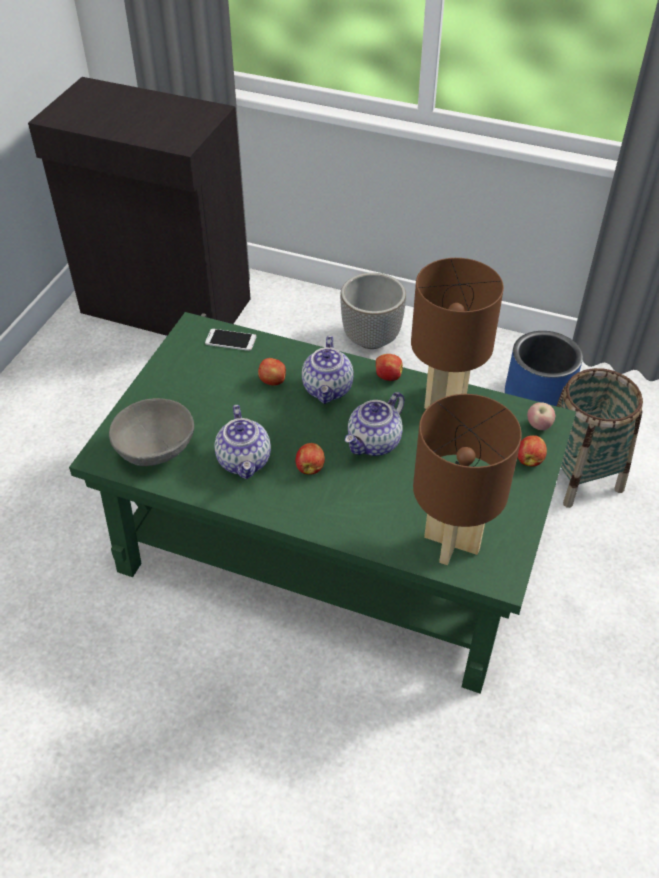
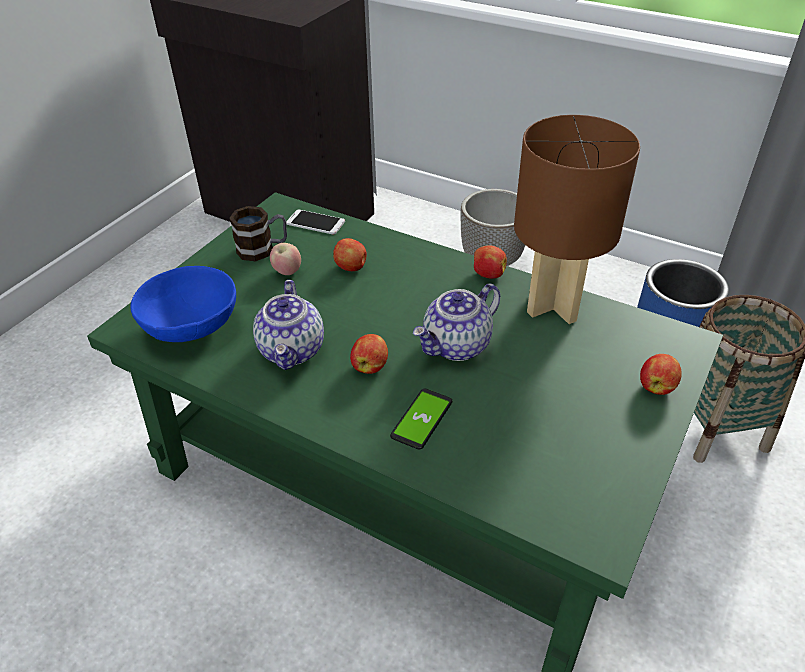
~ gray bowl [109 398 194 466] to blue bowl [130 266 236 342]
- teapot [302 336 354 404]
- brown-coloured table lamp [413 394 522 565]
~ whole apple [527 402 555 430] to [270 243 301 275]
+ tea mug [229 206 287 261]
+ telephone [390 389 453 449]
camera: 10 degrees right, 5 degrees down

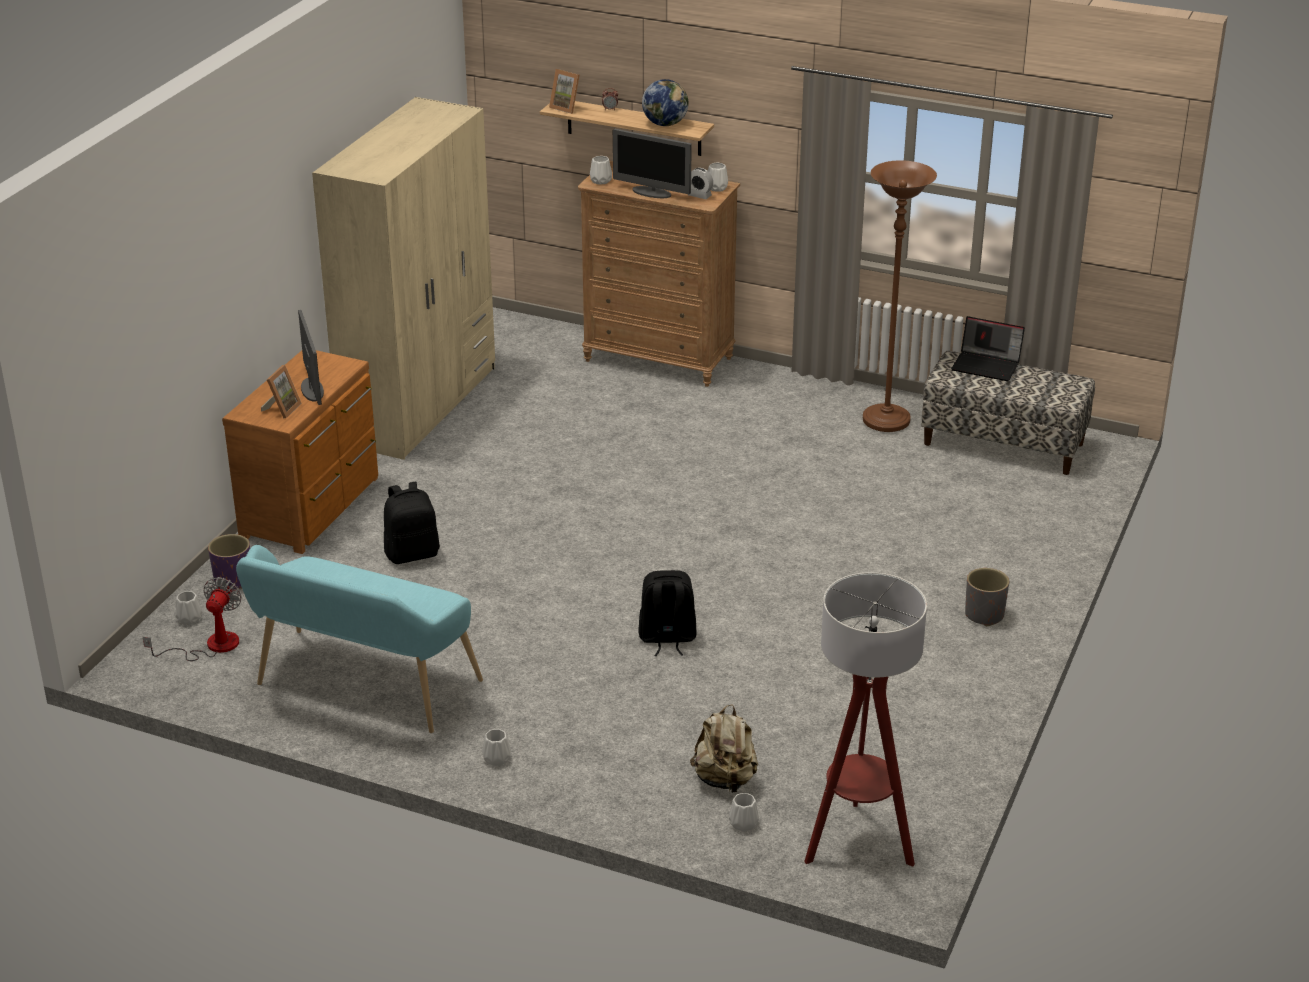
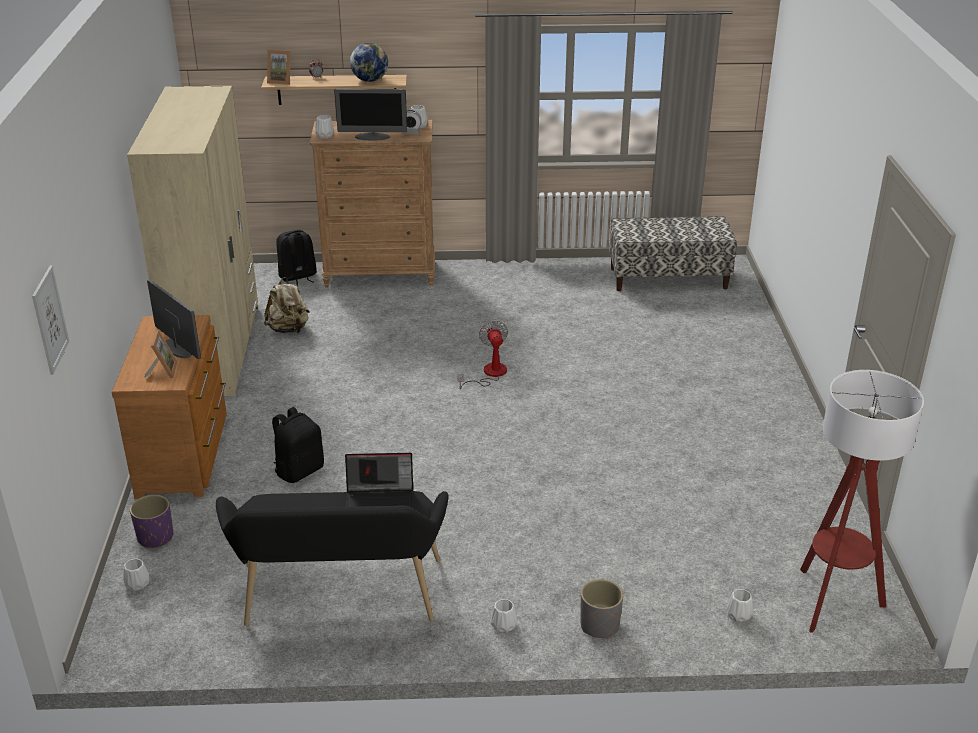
~ fan [143 577 242 661] to [458 320 508 390]
~ blue-green bench [236 545 483 733] to black bench [216 491 449 626]
~ black backpack [638 570 696 656] to [276 230 317 286]
~ beige backpack [690 705 758 793] to [264 277 310 333]
- brown-coloured floor lamp [863 160 937 432]
~ portable computer [951 316 1025 381] to [345 453 413 508]
~ gray planter [965 568 1009 626] to [581 579 623 638]
+ wall art [32 266 70 374]
camera: 25 degrees left, 0 degrees up

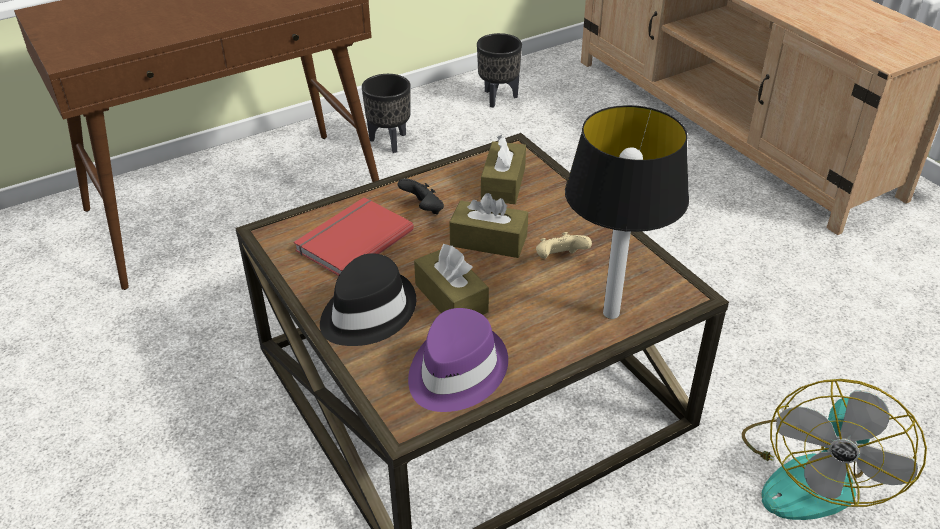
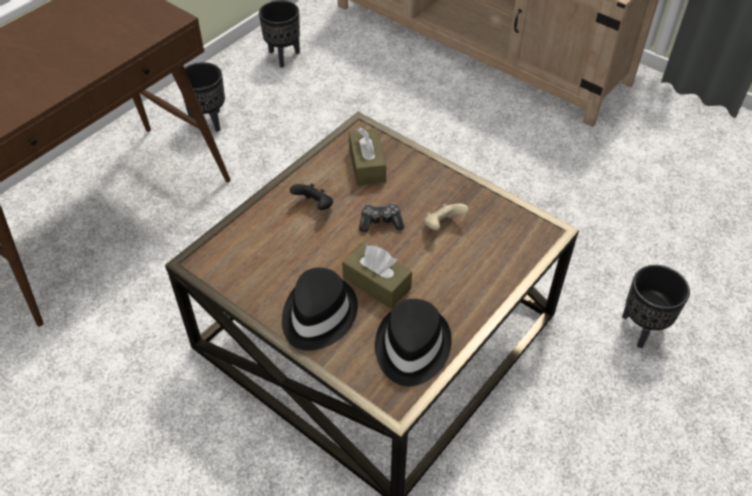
- red-coloured volume [294 197 414 276]
~ purple-coloured wearable hat [408 308 508 412] to black wearable hat [375 299 452 386]
~ brown-coloured box of tissues [449 193 528 258] to game controller [359 203 404 232]
- table lamp [565 105 689 319]
~ fan [742 379 927 520] to black planter [622 265 690 348]
camera: 20 degrees left, 10 degrees up

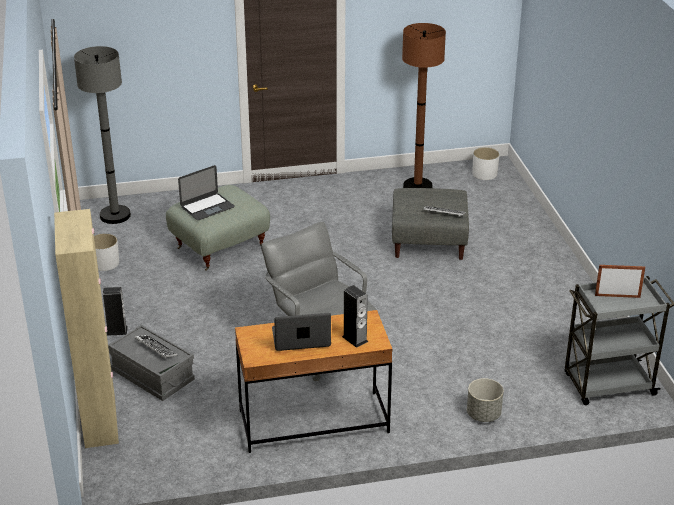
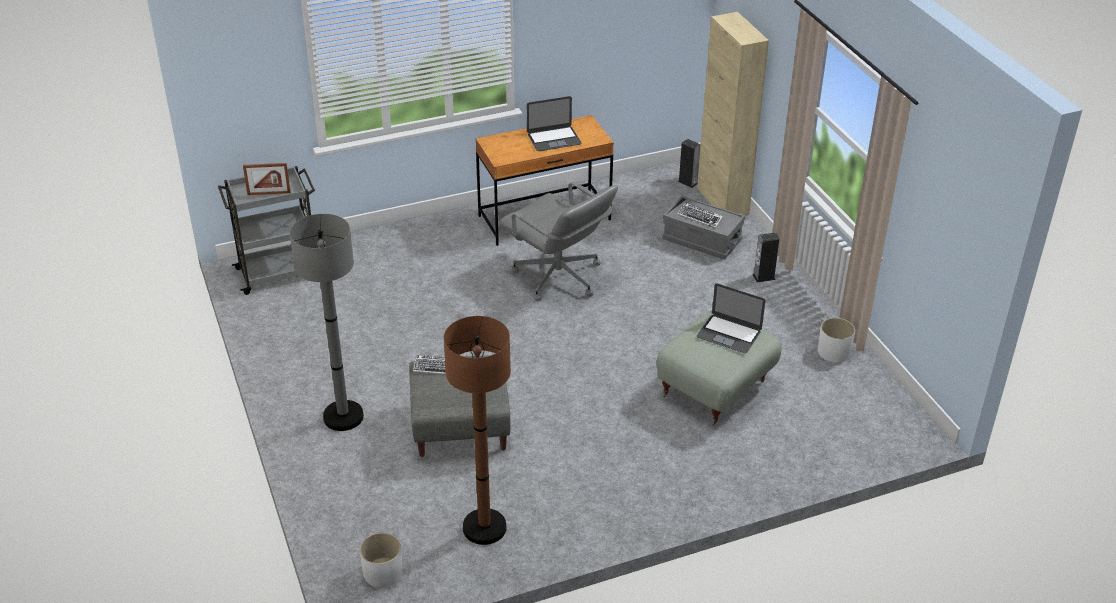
~ gray floor lamp [74 46 131 224] to [290 214 364 431]
~ portable computer [178 165 235 220] = [697 283 765 353] 105 degrees counterclockwise
~ audio speaker [342 285 368 348] to [678 139 701 188]
- gray planter [467 378 503 422]
camera: 170 degrees right, 5 degrees up

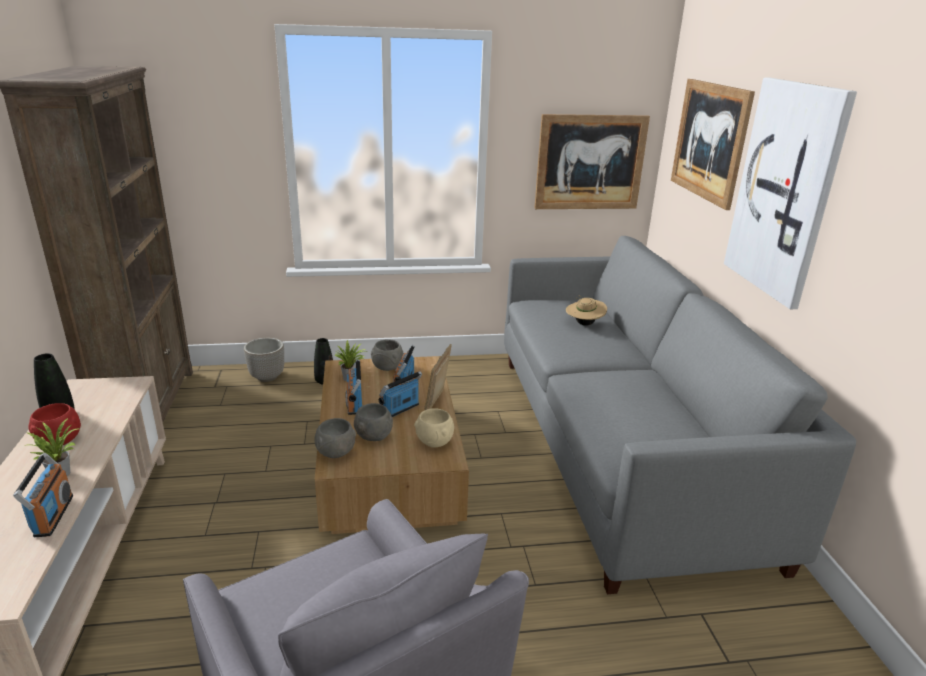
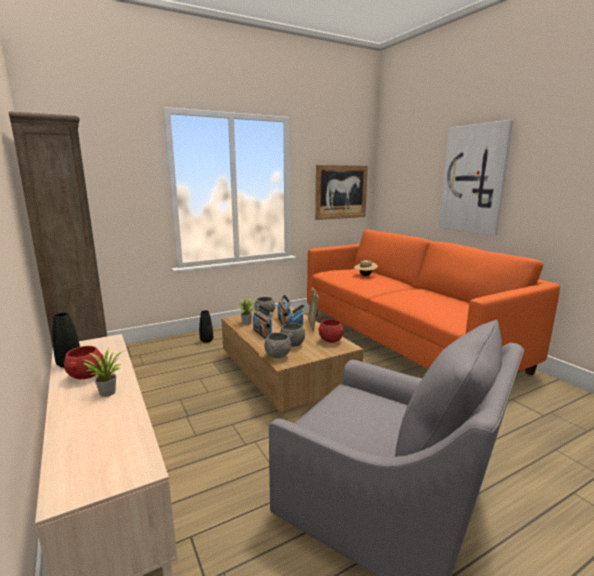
- radio receiver [13 453 73 537]
- planter [244 338 284 382]
~ beige bowl [414 408 454 448] to red-coloured bowl [318 319 343 343]
~ gray settee [504 236 856 594] to orangey settee [307 230 560 375]
- wall art [671 79 755 210]
camera: 20 degrees left, 10 degrees down

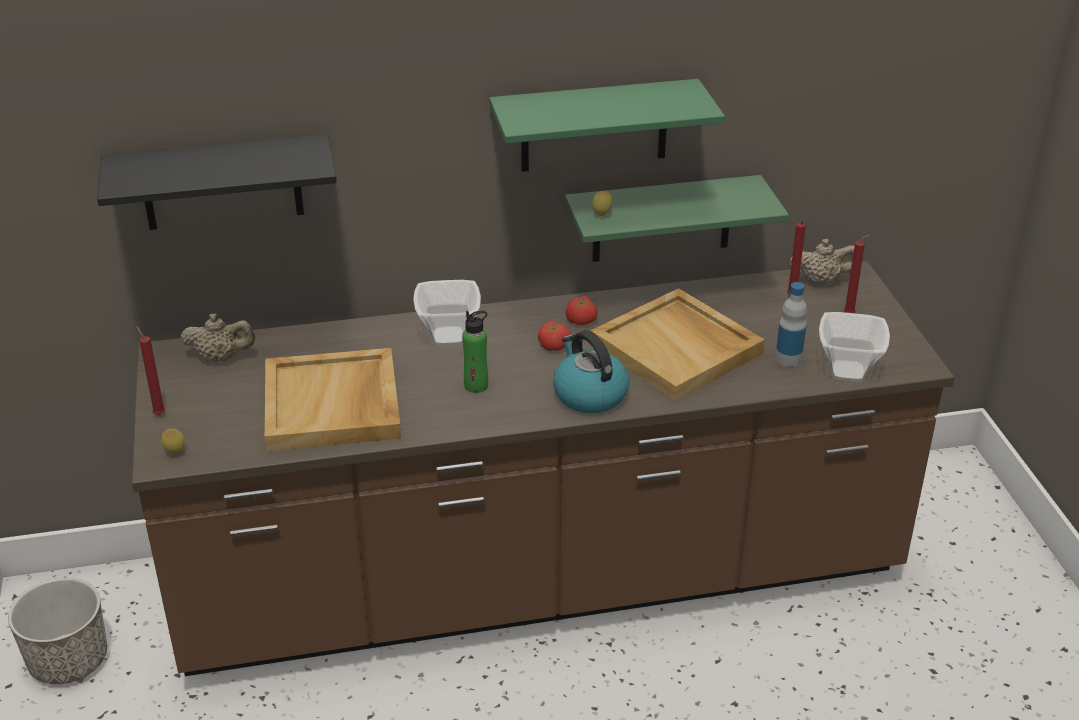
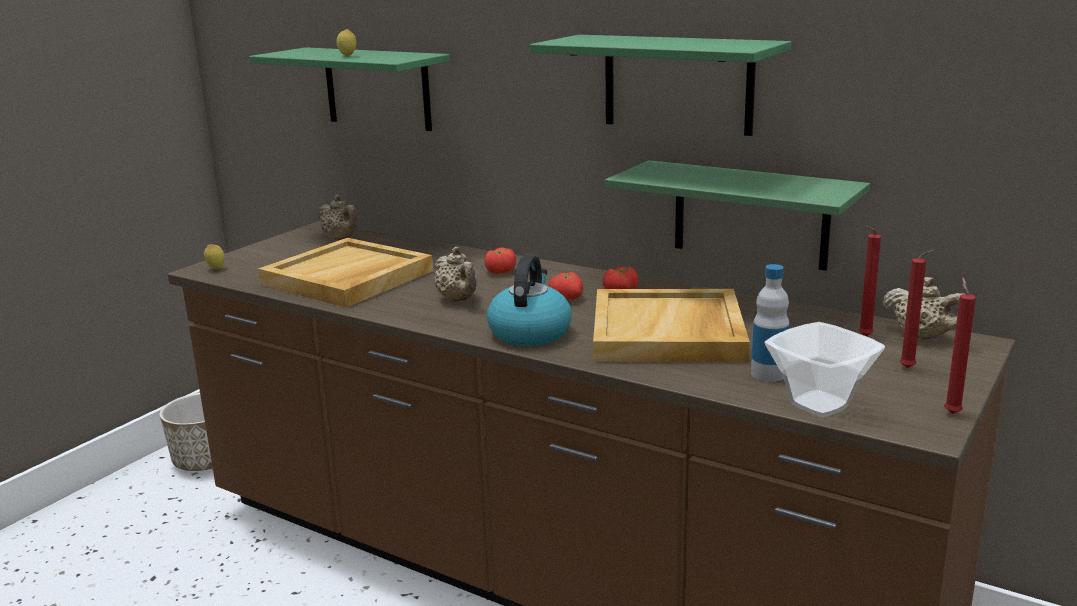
~ black bracket shelf [97 134 337 230] to green bracket shelf [249 47 450 131]
~ red-coloured wax light [136 326 165 415] to [944 278 976 414]
~ bowl [413 280 481 346] to whole tomato [484 248 516 274]
~ green bottle [462 311 488 393] to beige teapot [434 247 478 301]
~ lemon [592 191 613 216] to [337 29 356 56]
camera: 45 degrees right, 15 degrees down

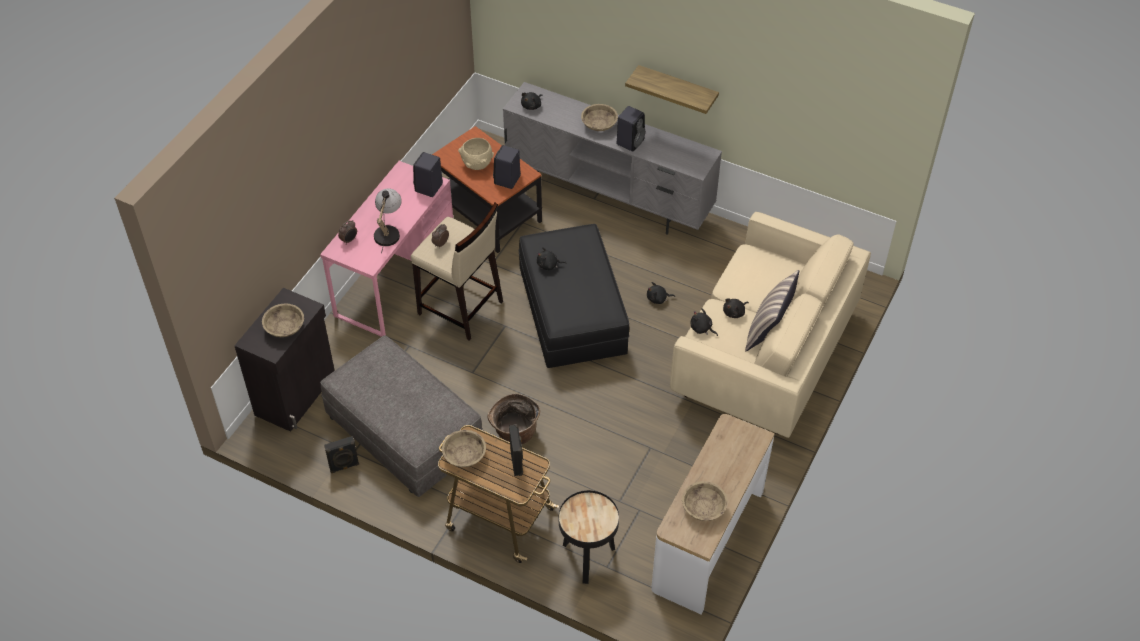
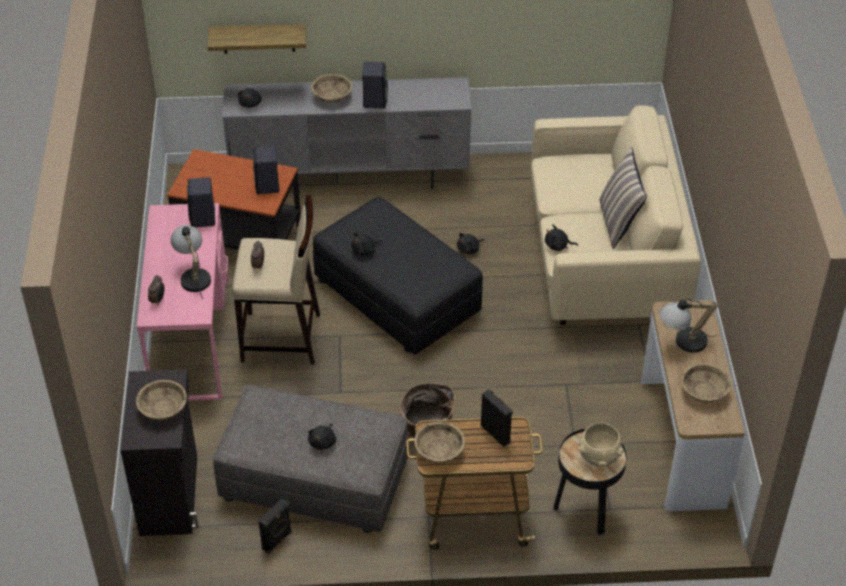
~ beige bowl [458 138 494 170] to [578 423 624 467]
~ bracket shelf [625 65 719 114] to [208 24 306 54]
~ black cuddly toy [723 298 749 318] to [308 424 336 450]
+ table lamp [659 299 718 353]
camera: 30 degrees left, 5 degrees down

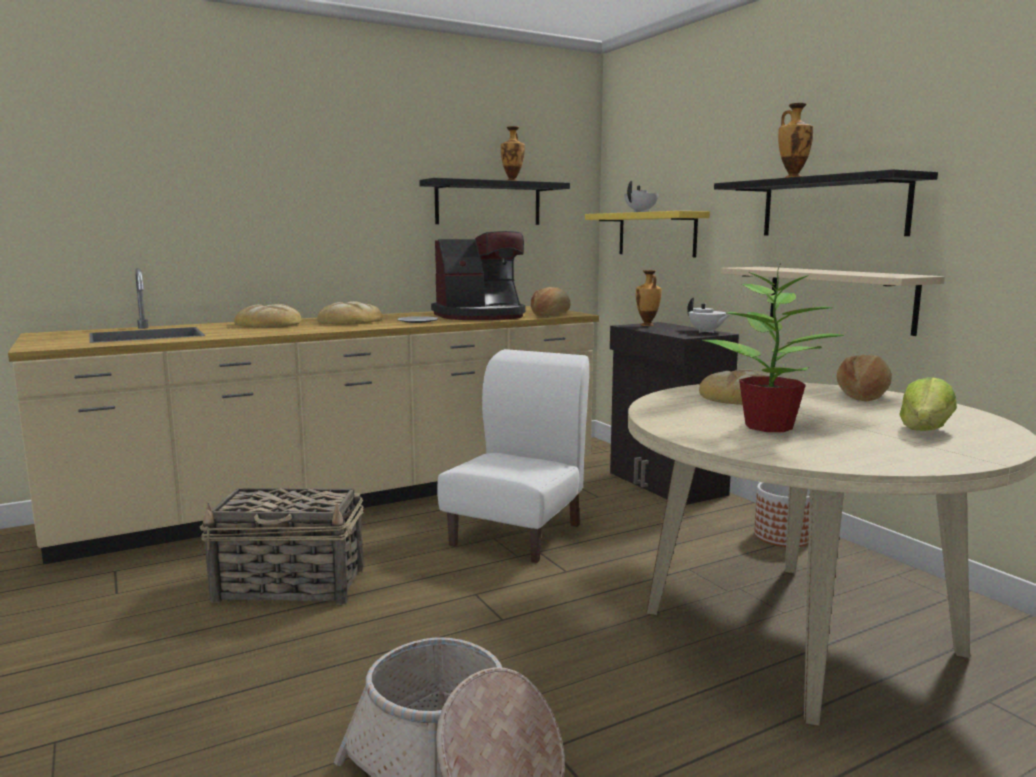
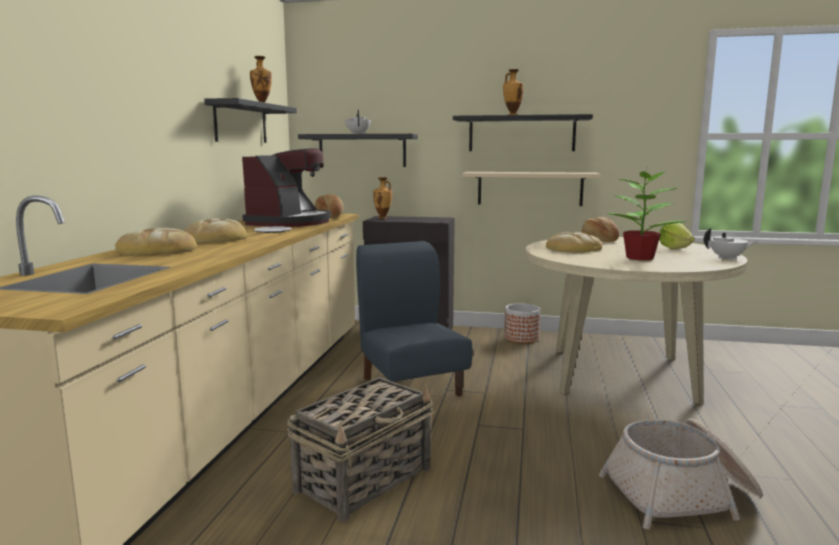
~ whitish plain chair [437 349 589 563] to blue plain chair [356 241 473 396]
~ yellow bracket shelf [585 211 710 257] to black bracket shelf [298 134 418 167]
~ whitish teapot [687 298 730 333] to [704 228 757 260]
camera: 50 degrees left, 0 degrees up

